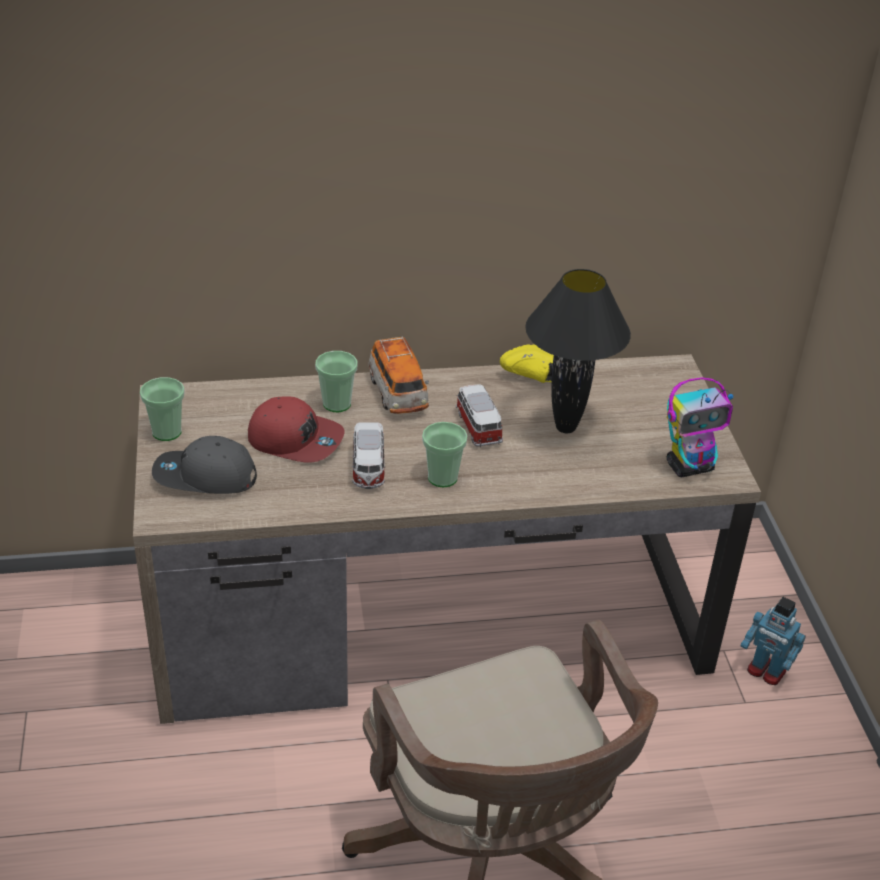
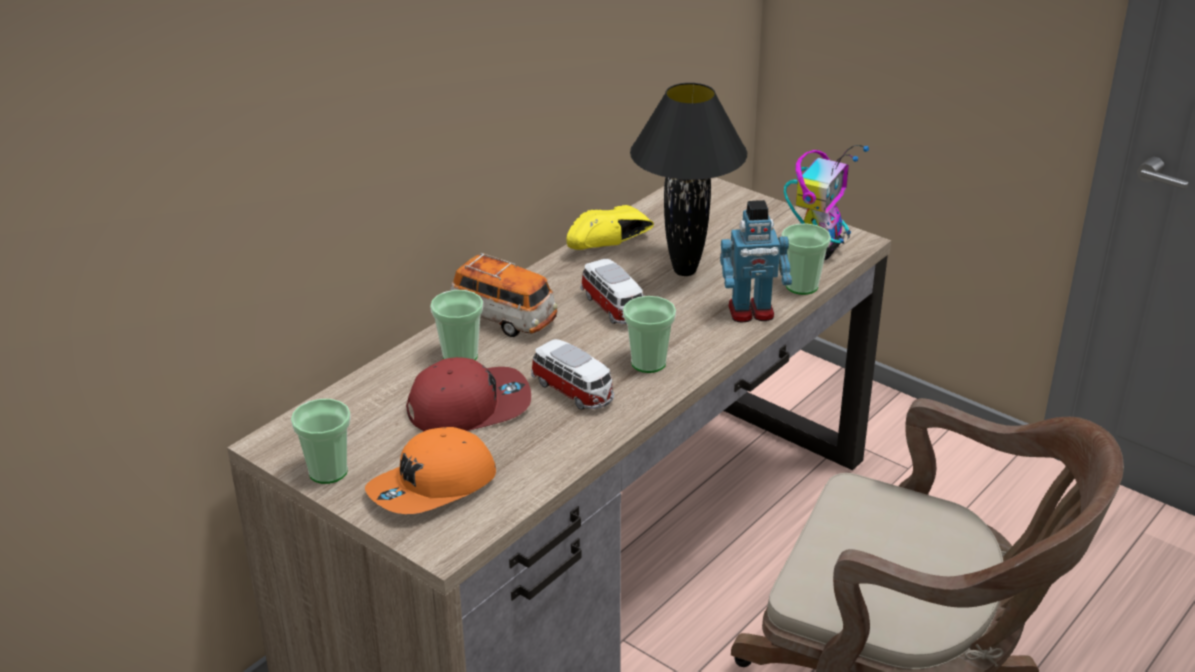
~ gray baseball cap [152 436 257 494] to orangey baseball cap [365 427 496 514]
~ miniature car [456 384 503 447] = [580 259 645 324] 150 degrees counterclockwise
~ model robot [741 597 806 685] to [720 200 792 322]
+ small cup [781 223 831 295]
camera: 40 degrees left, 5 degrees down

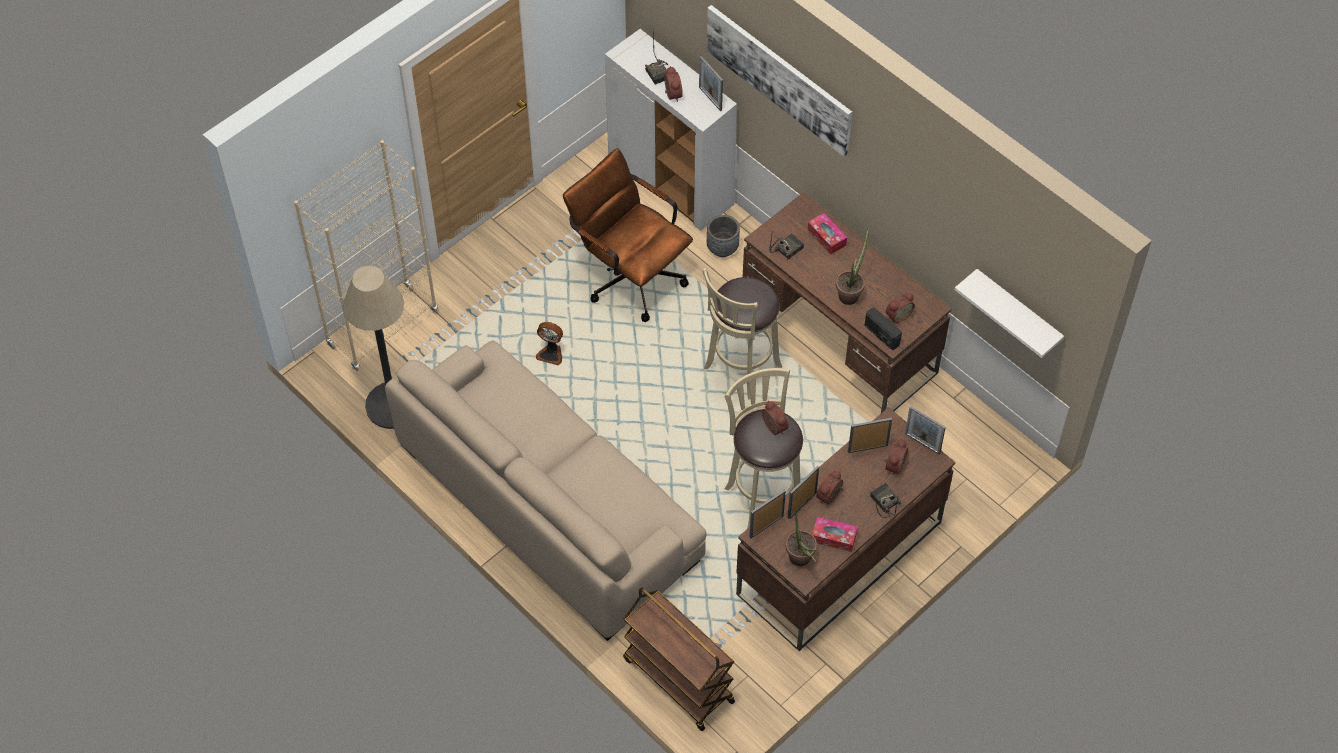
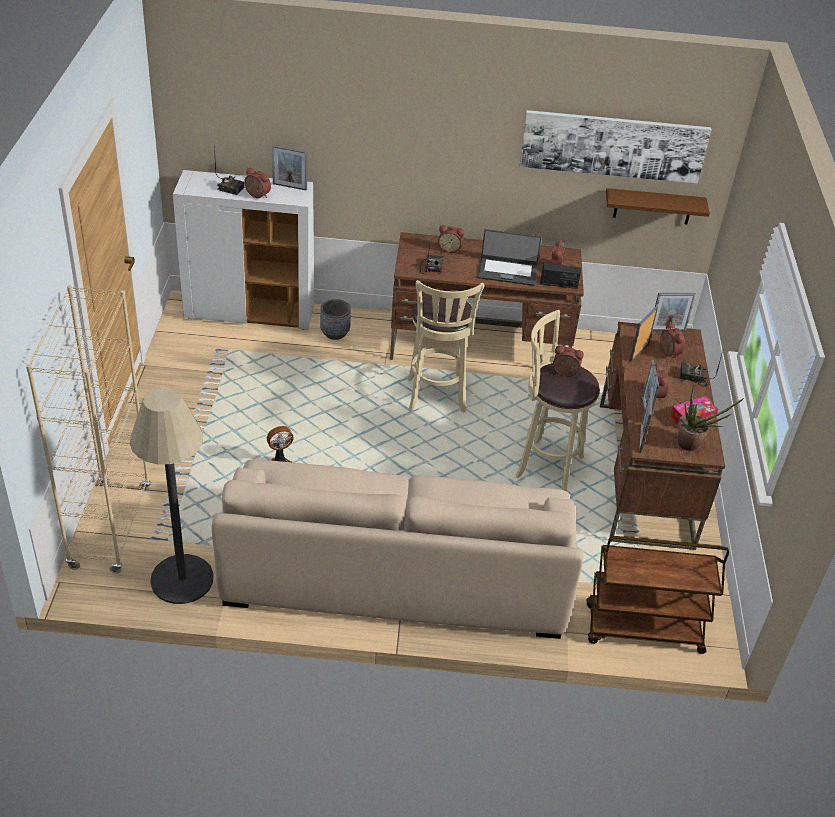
- brown-coloured office chair [563 148 693 322]
~ wall art [707 5 852 157] to [519 110 712 184]
~ box of tissues [808 213 847 255] to bedside clock [438 225 464 253]
~ houseplant [836 227 869 305] to portable computer [478 229 542 286]
~ whitish bracket shelf [955 269 1064 358] to brown-coloured bracket shelf [606 188 710 224]
camera: 45 degrees left, 15 degrees down

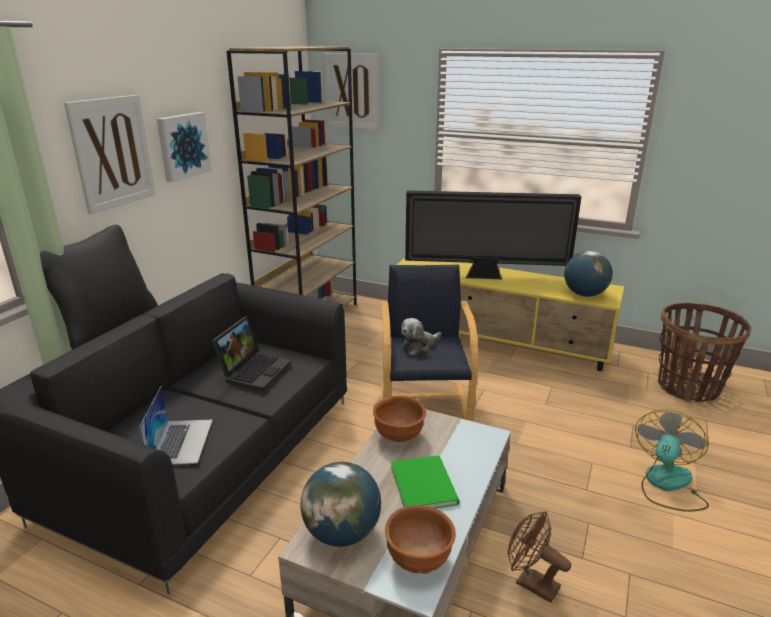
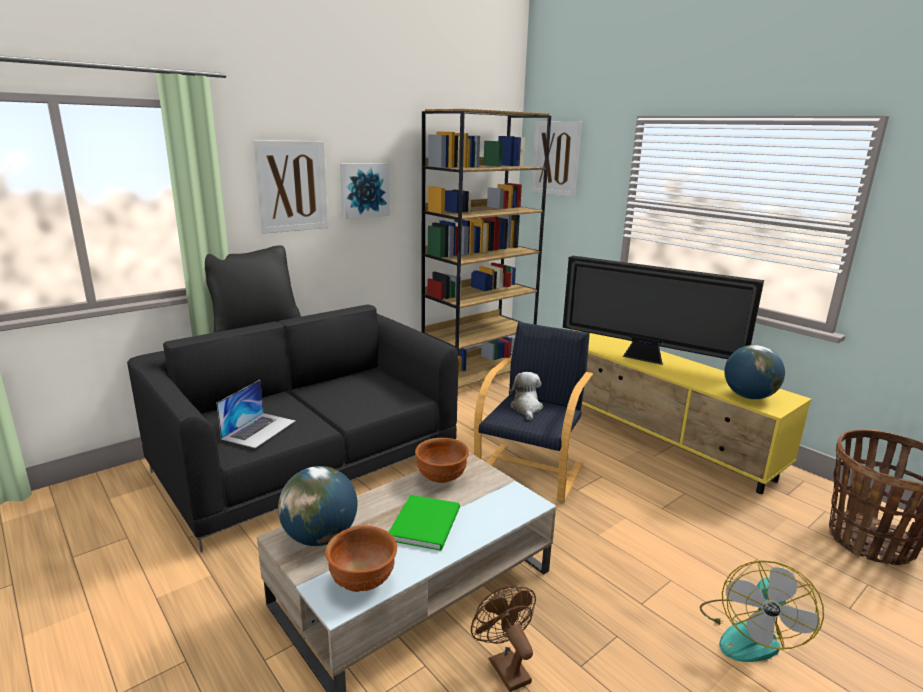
- portable computer [212 316 292 391]
~ cuddly toy [401 318 441 355] = [509 372 543 421] 105 degrees clockwise
~ fan [635 409 709 512] = [699 560 824 662] 150 degrees clockwise
camera: 25 degrees right, 5 degrees down

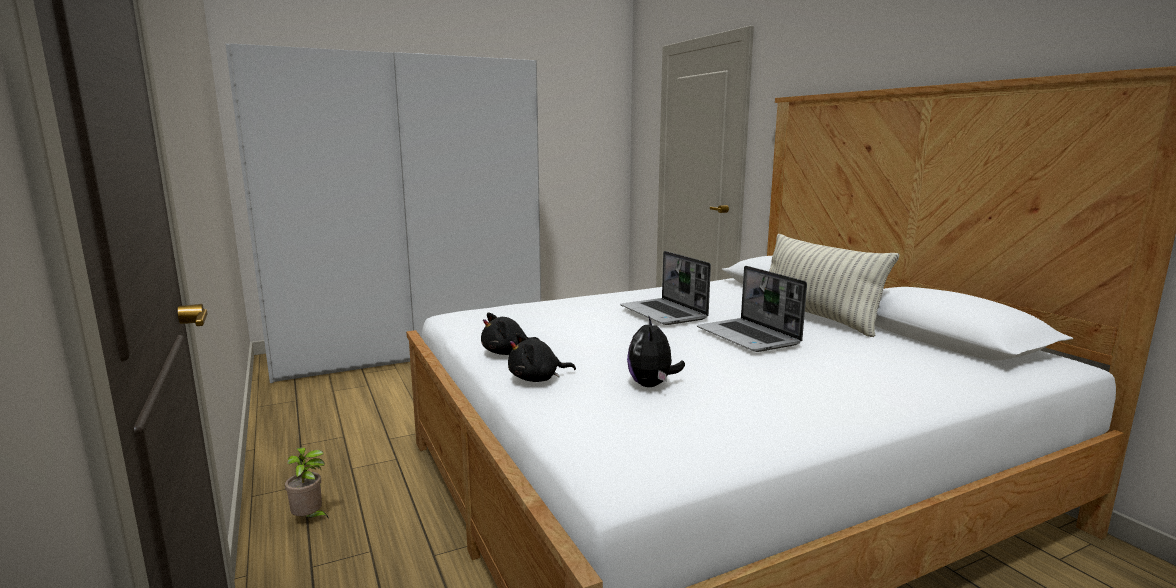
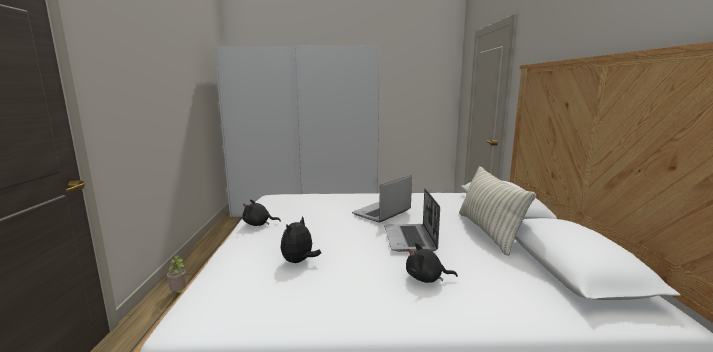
~ black cuddly toy [508 333 576 382] to [406 243 458 283]
~ portable computer [620 251 711 325] = [352 175 412 223] 45 degrees clockwise
camera: 25 degrees right, 0 degrees up

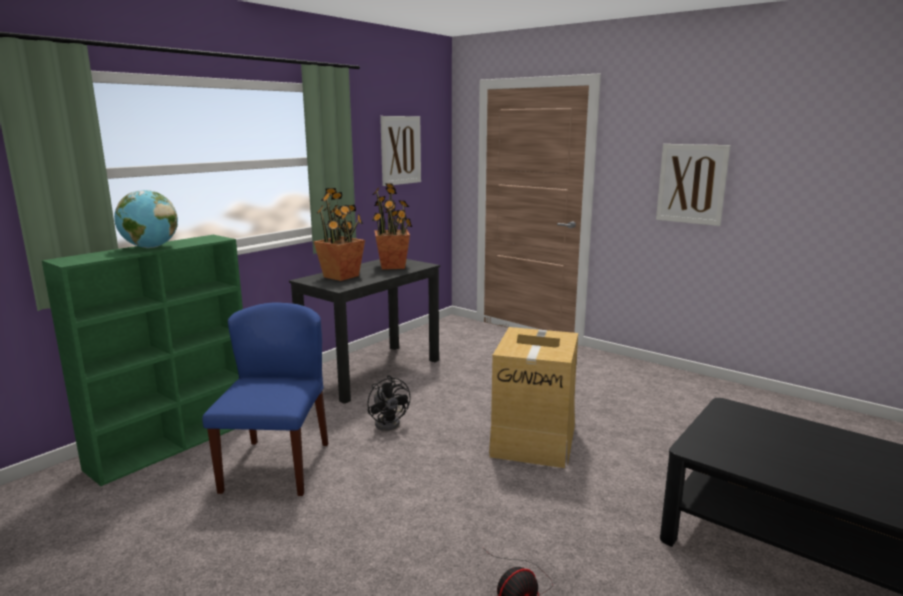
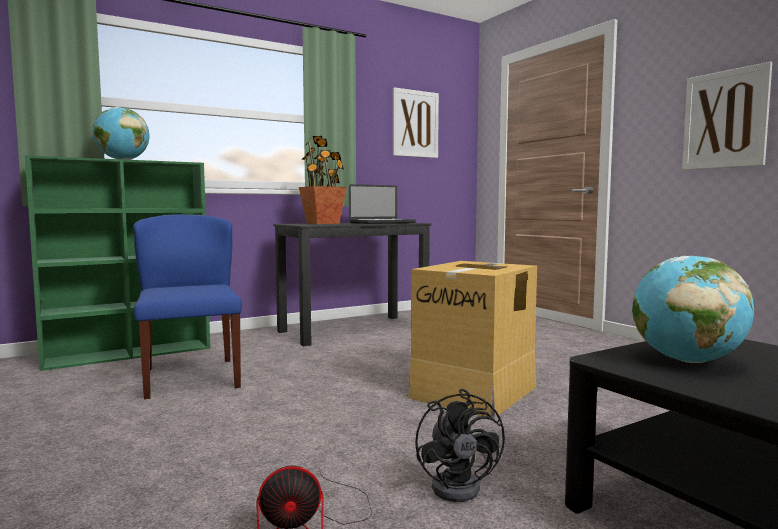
~ blue plain chair [202 302 328 496] = [133 214 242 399] 45 degrees counterclockwise
~ black fan [367 375 411 431] to [415 389 505 502]
~ houseplant [372 183 412 270] to portable computer [349 184 416 224]
+ desk globe [632 256 754 363]
camera: 20 degrees right, 10 degrees down

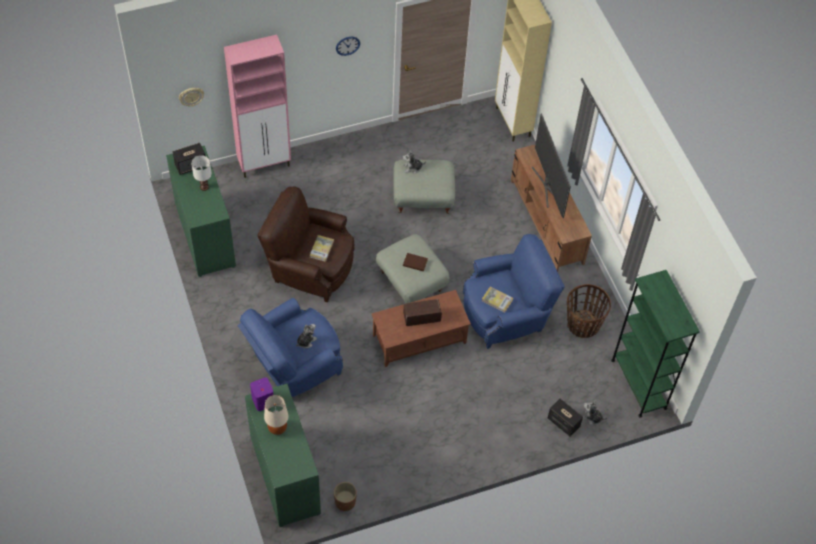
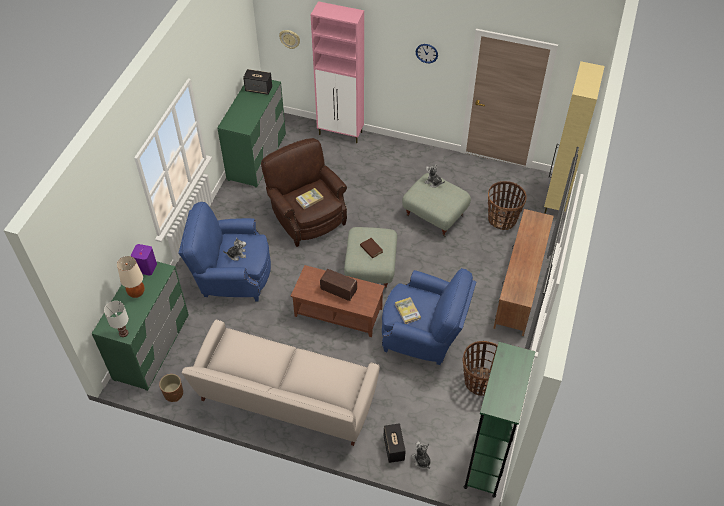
~ whitish table lamp [191 155 212 191] to [104 301 129 337]
- television [532 113 571 218]
+ beige settee [182 320 380 446]
+ storage basket [488 181 526 230]
camera: 40 degrees right, 5 degrees down

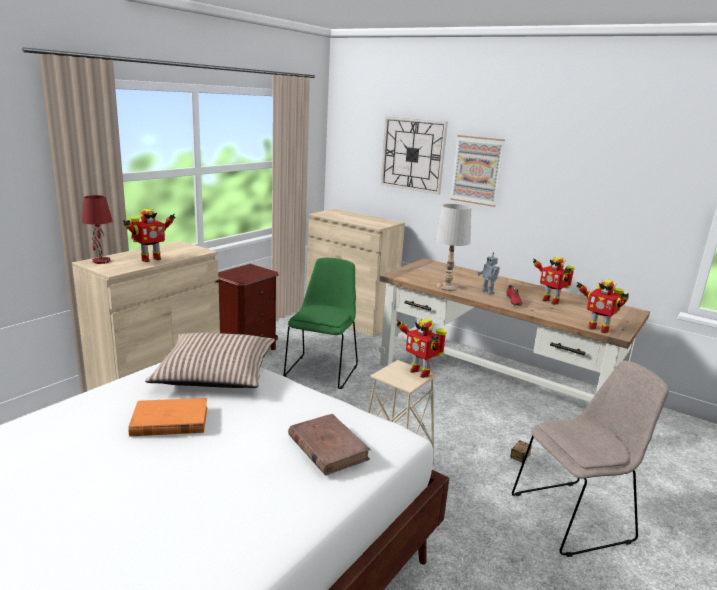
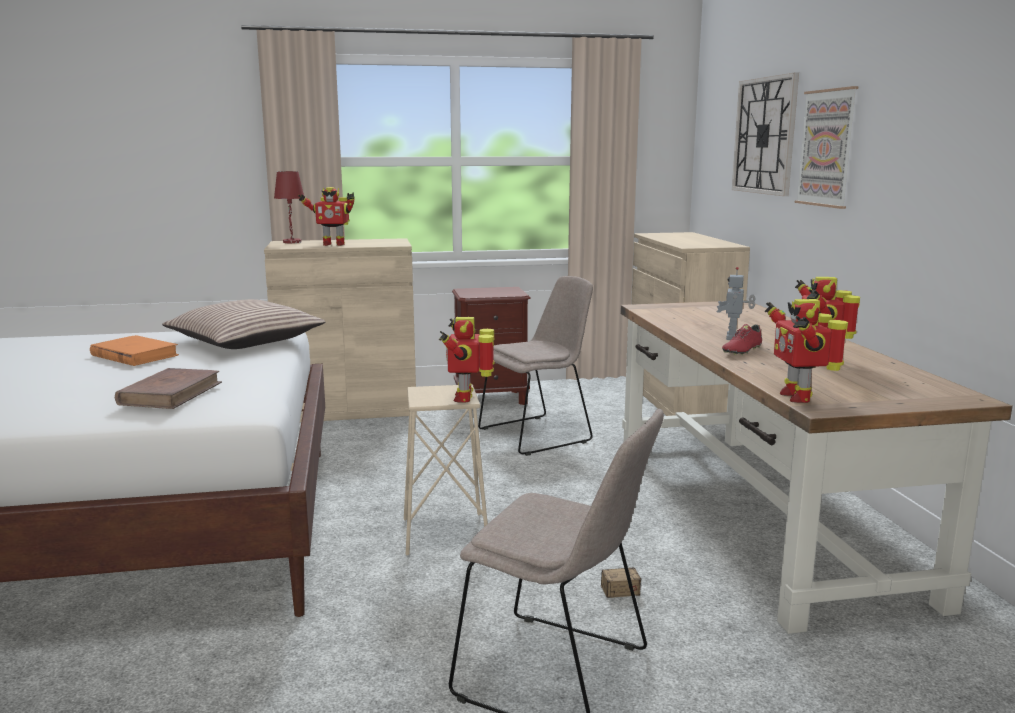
~ green plain chair [284 258 358 389] to beige plain chair [478 276 593 456]
- whitish table lamp [435 204 471 291]
camera: 45 degrees right, 5 degrees down

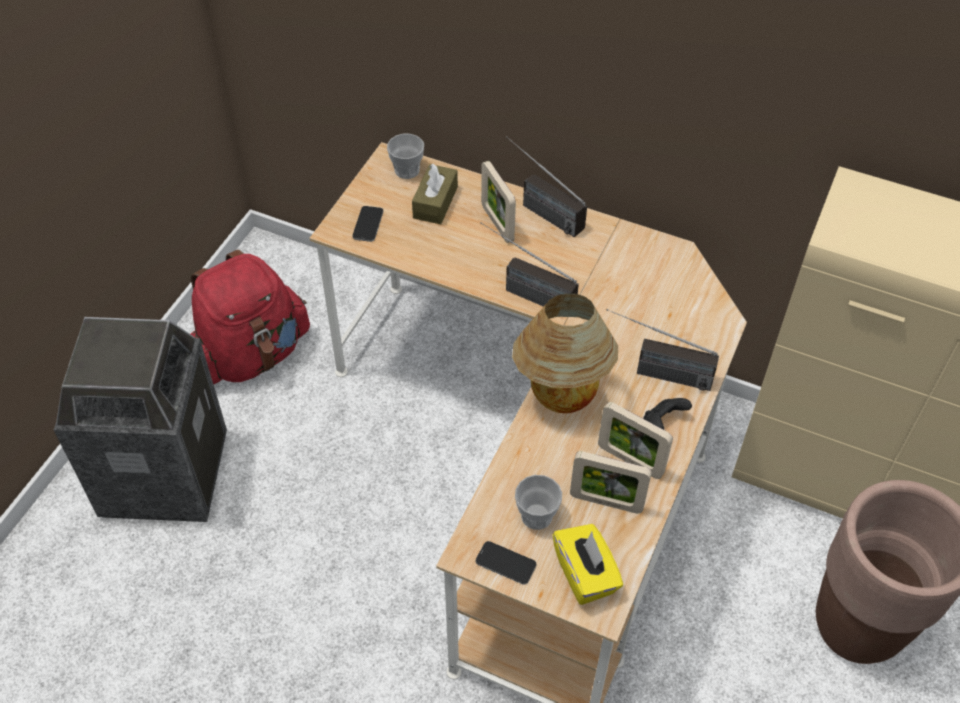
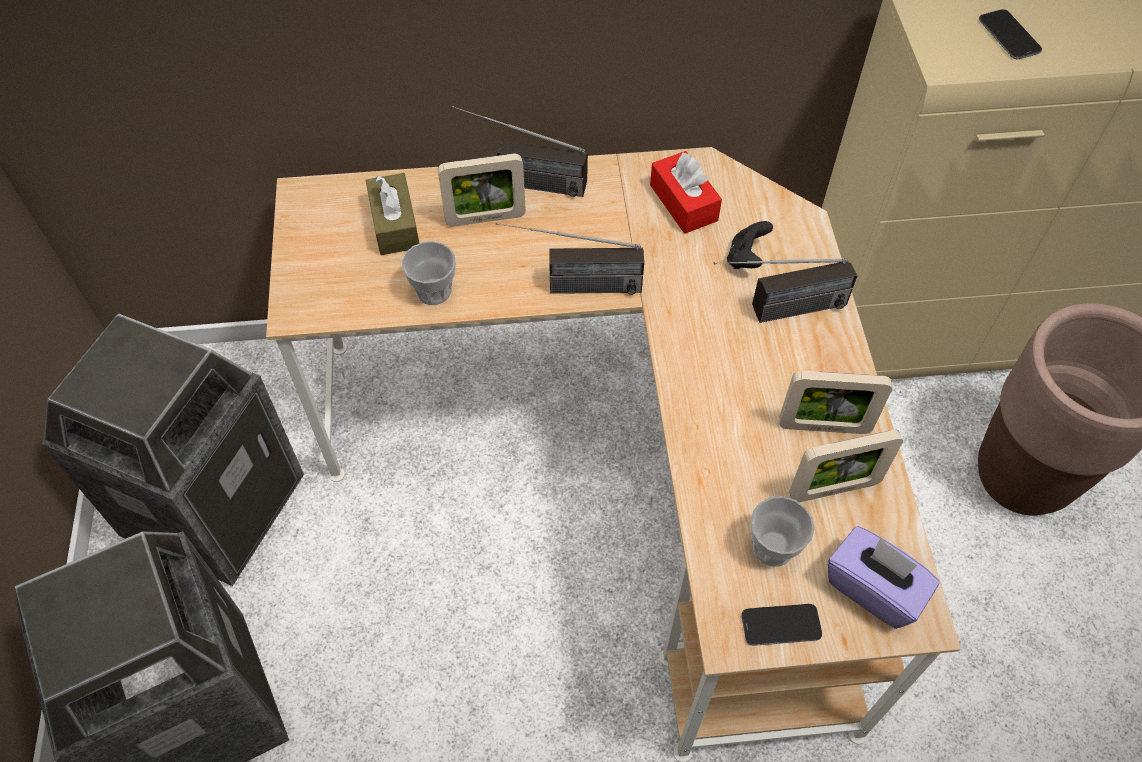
~ red-coloured backpack [191 250 310 385] to waste bin [41 313 304 586]
~ telephone [352 206 383 242] to [979 9 1042 59]
~ small cup [387 134 424 179] to [402 241 456 305]
~ photo frame [481 161 516 243] = [438 153 526 227] 45 degrees counterclockwise
- table lamp [512 293 618 413]
~ yellow box of tissues [553 524 623 605] to purple-coloured box of tissues [828 526 940 629]
~ black game controller [643 398 692 430] to [727 221 773 269]
+ red-coloured box of tissues [650 151 722 234]
camera: 30 degrees left, 5 degrees up

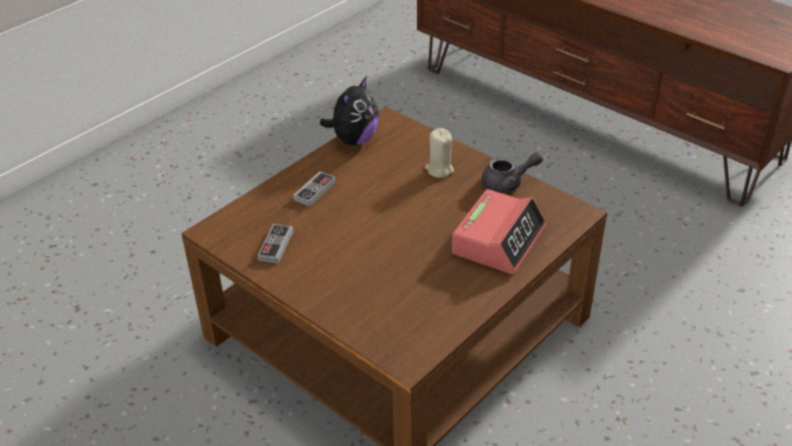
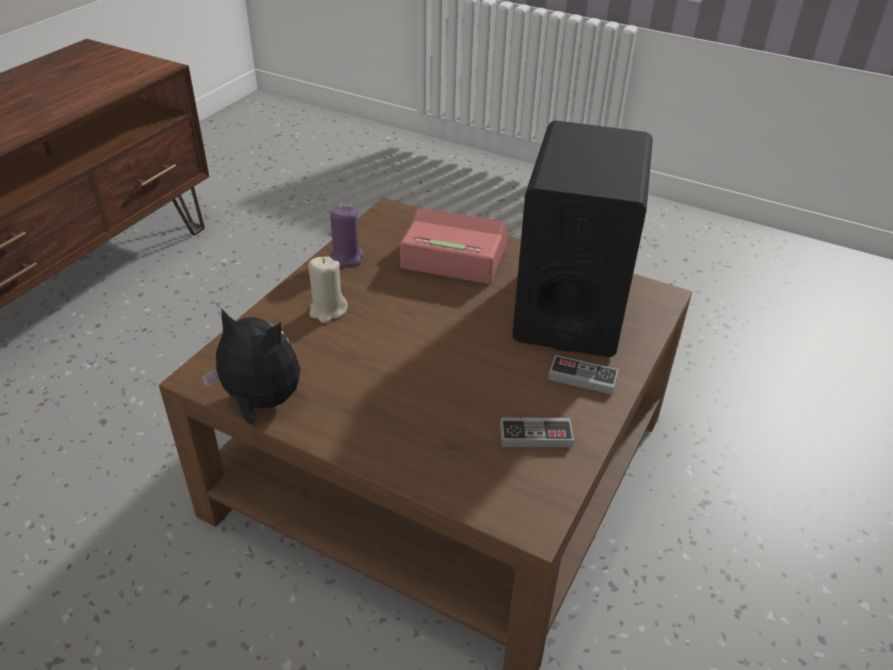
~ game controller [293 171 336 207] to [548 355 619 395]
~ gray teapot [481 152 543 193] to purple-coloured wax light [330 206 364 267]
+ black audio speaker [512 120 653 357]
camera: 105 degrees left, 0 degrees up

